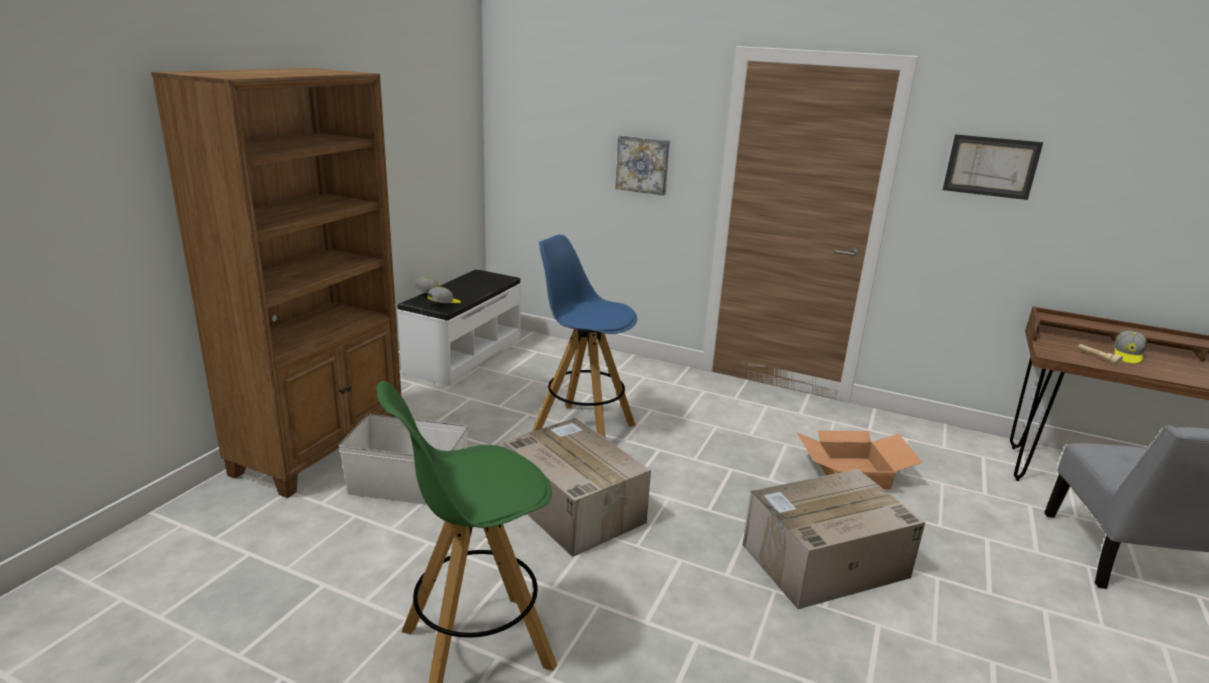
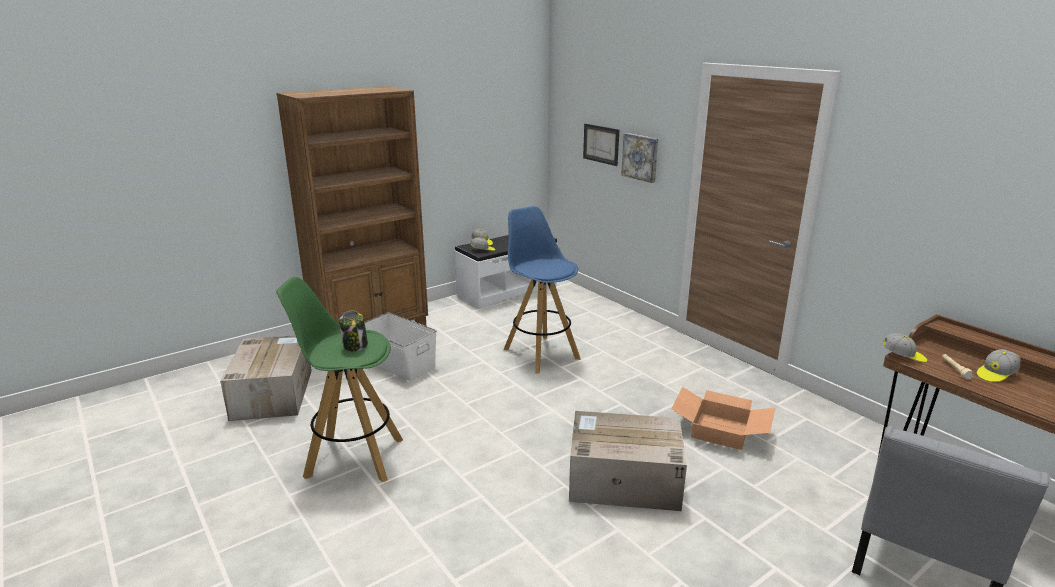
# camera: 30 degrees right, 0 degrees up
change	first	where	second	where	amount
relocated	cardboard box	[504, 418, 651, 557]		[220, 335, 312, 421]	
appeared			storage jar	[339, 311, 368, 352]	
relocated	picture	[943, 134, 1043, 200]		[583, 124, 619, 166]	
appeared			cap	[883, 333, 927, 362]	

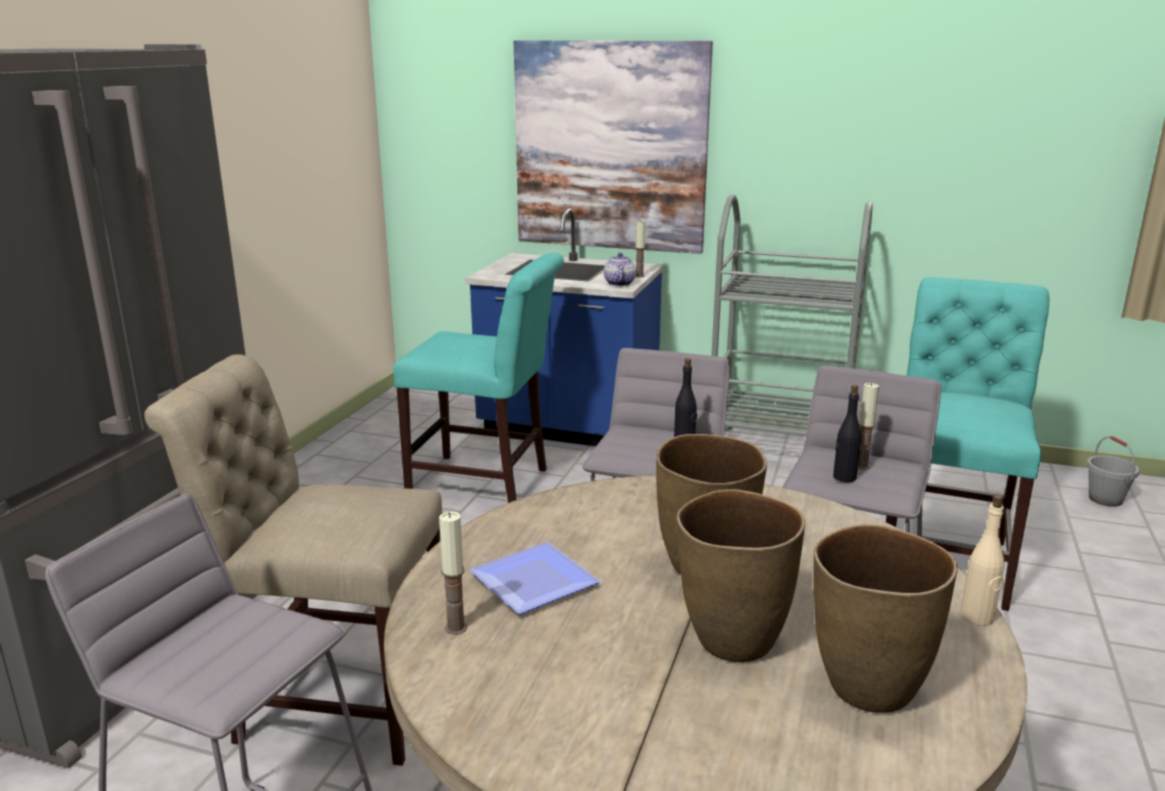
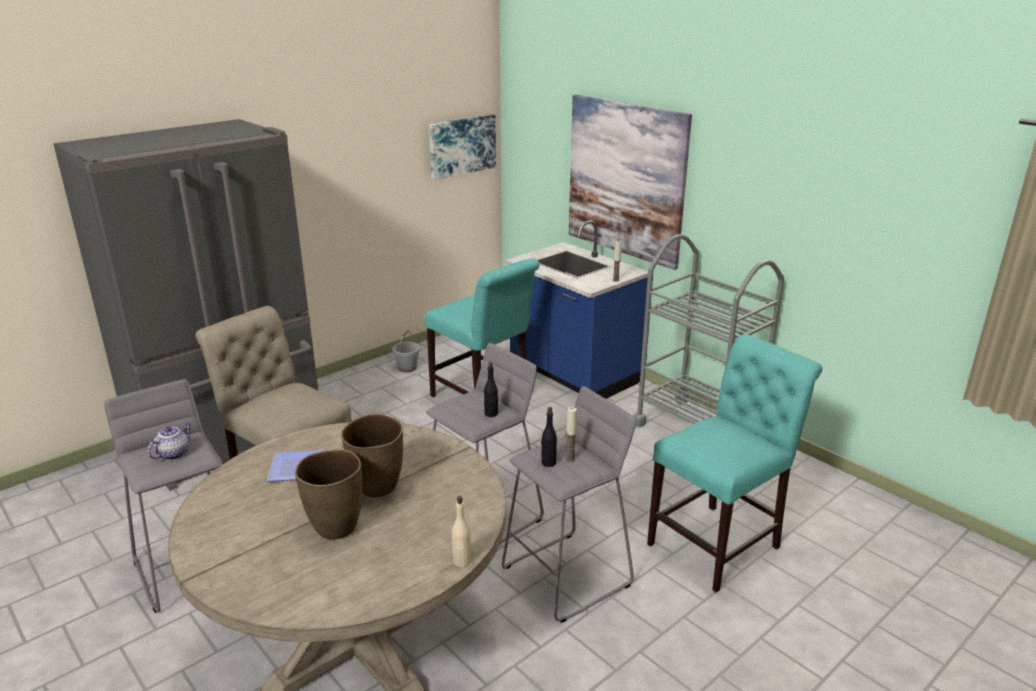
# camera: 30 degrees right, 5 degrees up
change	first	where	second	where	amount
relocated	pot for tea	[604, 253, 636, 286]		[147, 422, 191, 460]	
relocated	greyish bucket	[1087, 436, 1140, 507]		[392, 330, 420, 372]	
appeared			picture	[429, 115, 496, 180]	
missing	wax light	[439, 512, 467, 635]			
missing	brown flower vase	[813, 524, 958, 713]			

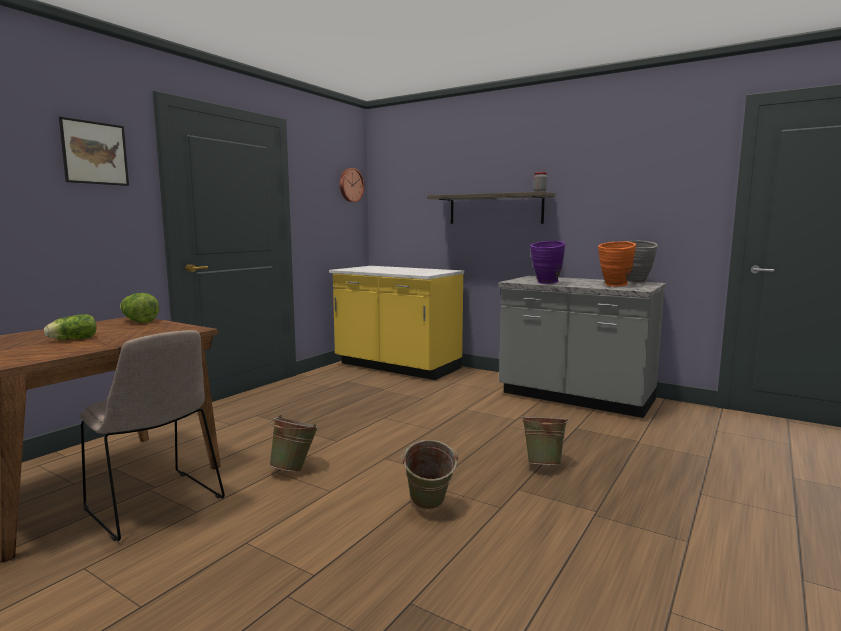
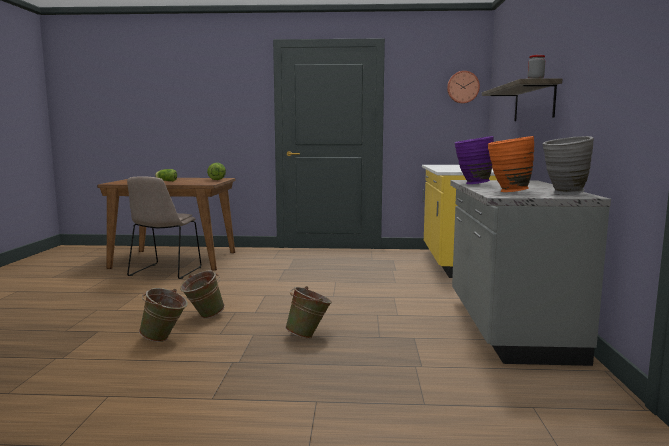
# camera: 60 degrees right, 0 degrees up
change	first	where	second	where	amount
relocated	green-coloured bucket	[269, 415, 319, 472]		[139, 288, 188, 342]	
missing	picture	[59, 117, 129, 186]			

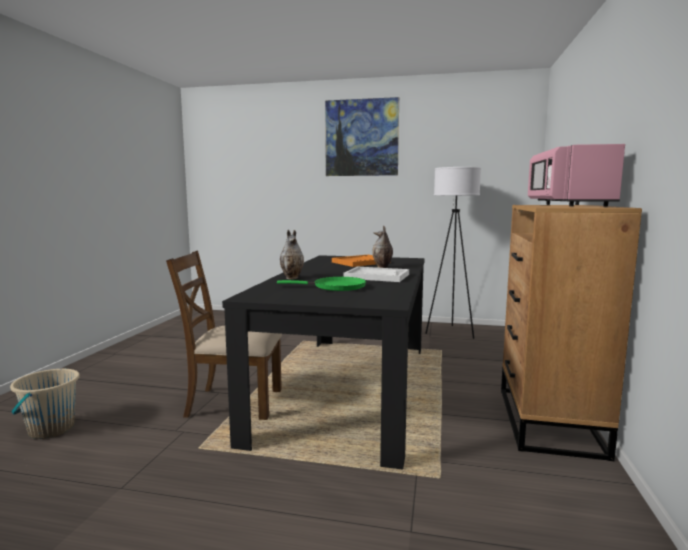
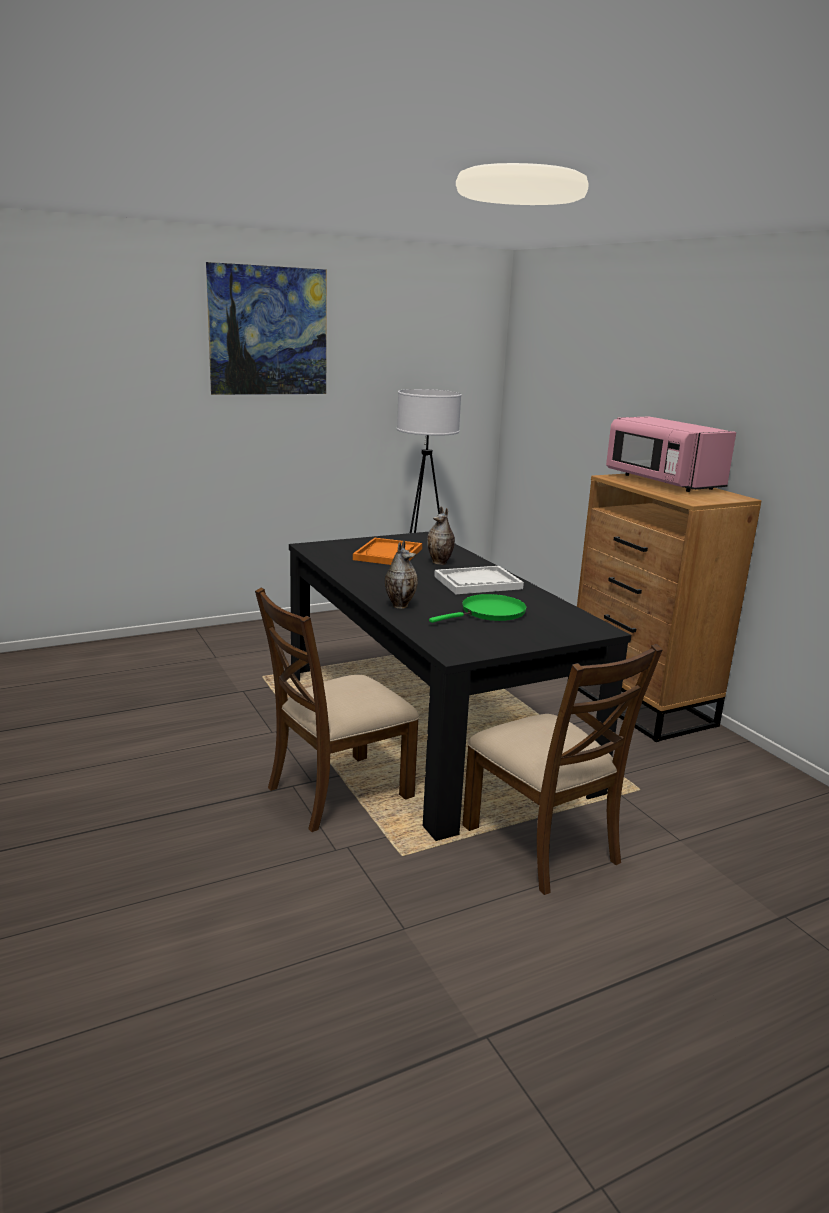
# camera: 40 degrees left, 10 degrees up
change	first	where	second	where	amount
appeared			brown upright chair	[462, 644, 662, 895]	
missing	beige bucket	[10, 368, 80, 439]			

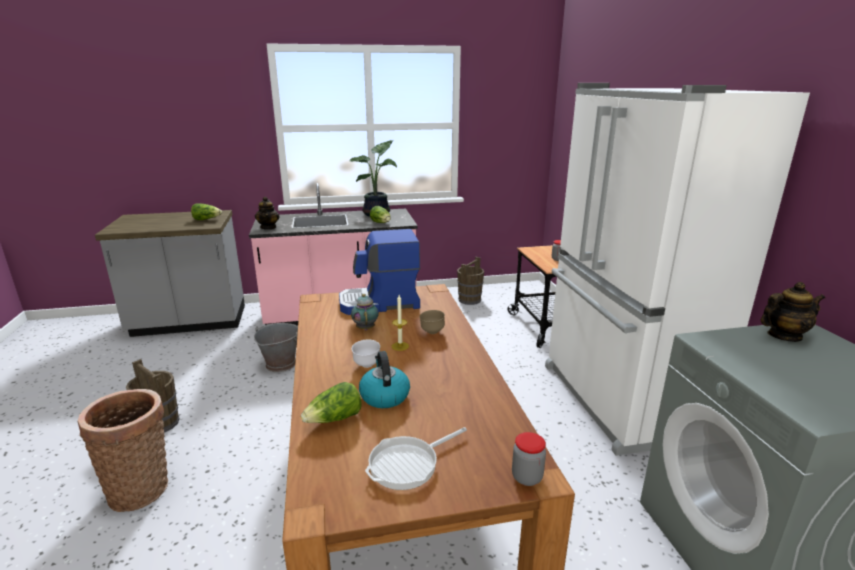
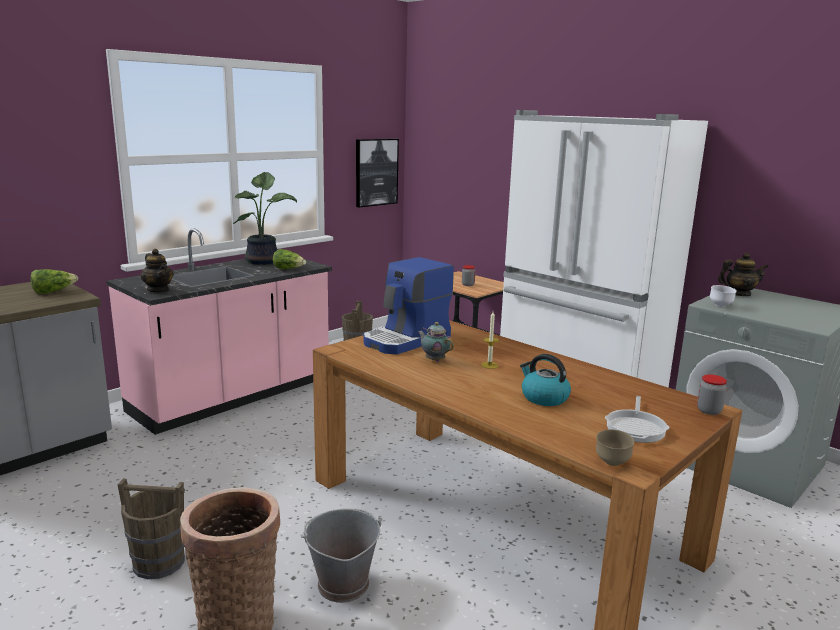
# camera: 35 degrees left, 5 degrees down
change	first	where	second	where	amount
relocated	greyish bucket	[254, 323, 298, 372]		[301, 508, 382, 603]	
appeared			picture	[356, 139, 399, 208]	
relocated	brown deep dish	[420, 310, 445, 334]		[596, 429, 634, 466]	
relocated	whitish deep dish	[352, 339, 380, 368]		[710, 285, 737, 307]	
spun	pot for tea	[761, 282, 825, 342]		[718, 253, 768, 296]	45 degrees clockwise
missing	lettuce	[301, 382, 362, 423]			

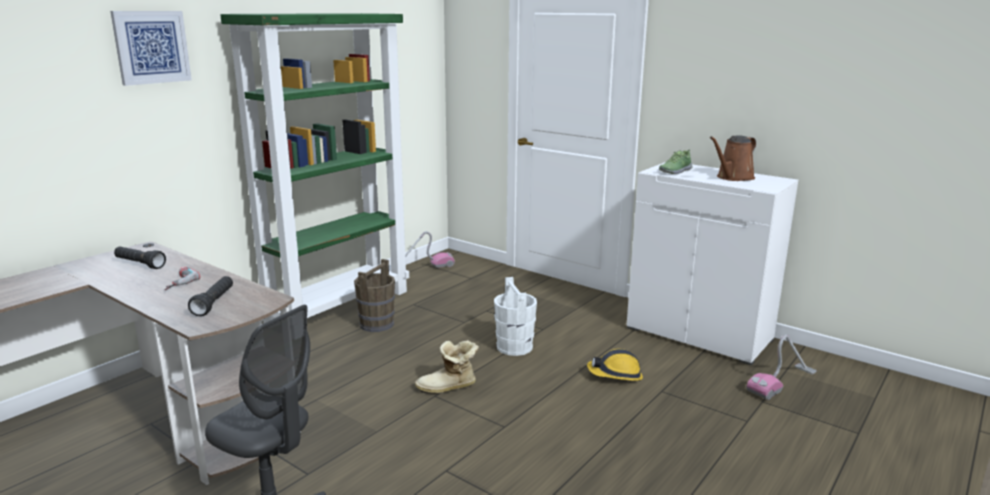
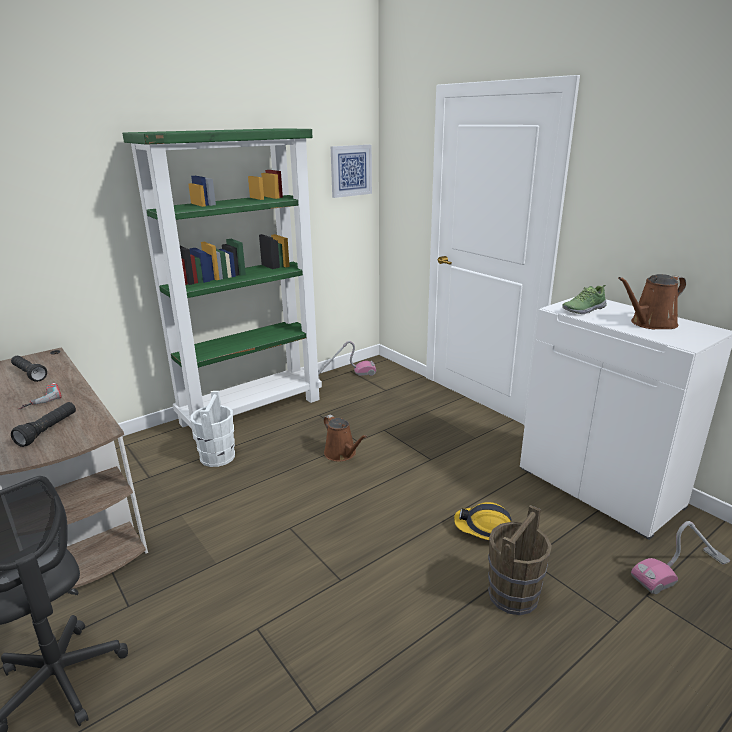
# camera: 15 degrees right, 5 degrees up
change	first	where	second	where	amount
relocated	whitish bucket	[494, 277, 537, 356]		[190, 391, 235, 467]	
appeared			brown watering can	[324, 415, 367, 461]	
relocated	picture	[110, 11, 192, 86]		[331, 145, 372, 198]	
relocated	brown bucket	[354, 259, 395, 332]		[488, 505, 552, 615]	
missing	high-top boot	[415, 340, 479, 394]			

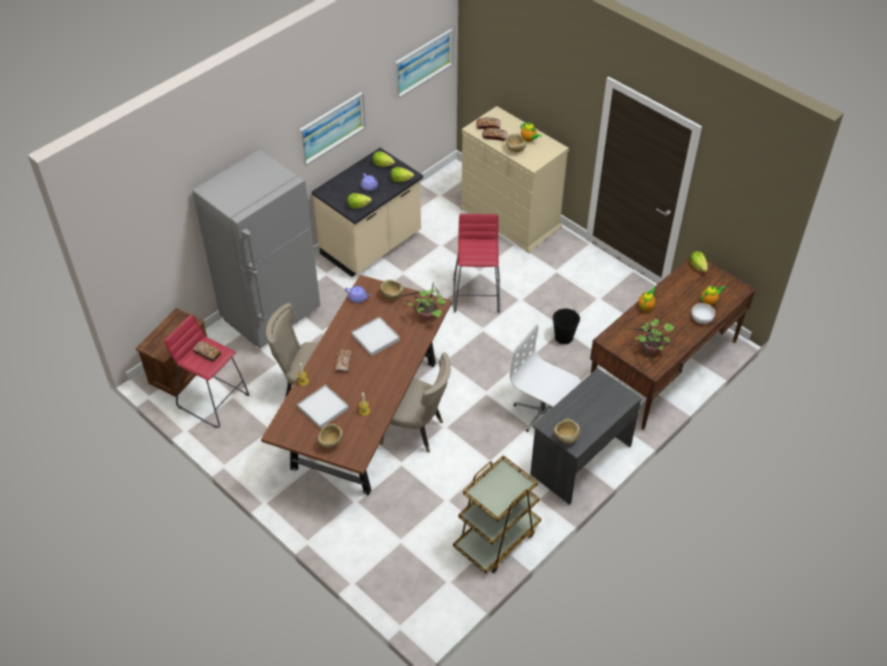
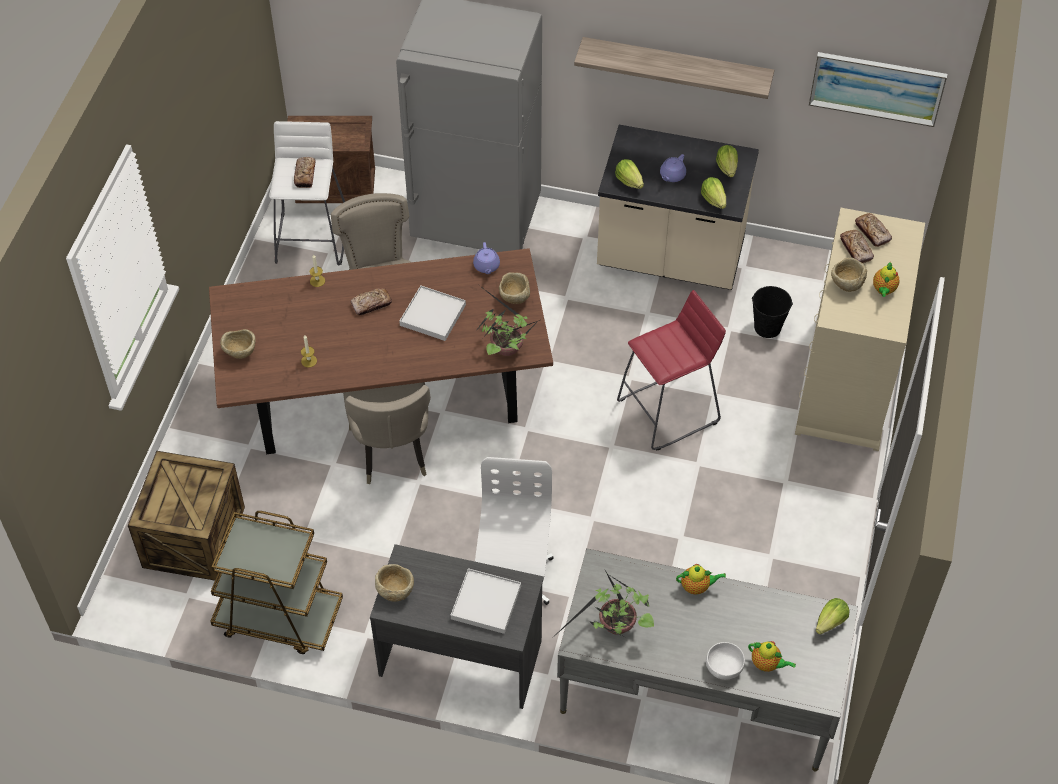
# camera: 60 degrees right, 5 degrees up
change	first	where	second	where	amount
appeared			packing crate	[128, 451, 245, 581]	
colour	red stool	[164, 314, 249, 428]	whitish stool	[269, 121, 345, 265]	
relocated	whitish carrying tray	[297, 385, 349, 429]		[451, 568, 521, 634]	
colour	brown desk unit	[590, 257, 756, 430]	greyish desk unit	[557, 548, 858, 771]	
exchanged	picture	[299, 92, 365, 165]	wall shelf	[574, 37, 774, 99]	
relocated	black-coloured bucket	[553, 309, 580, 344]		[752, 286, 793, 338]	

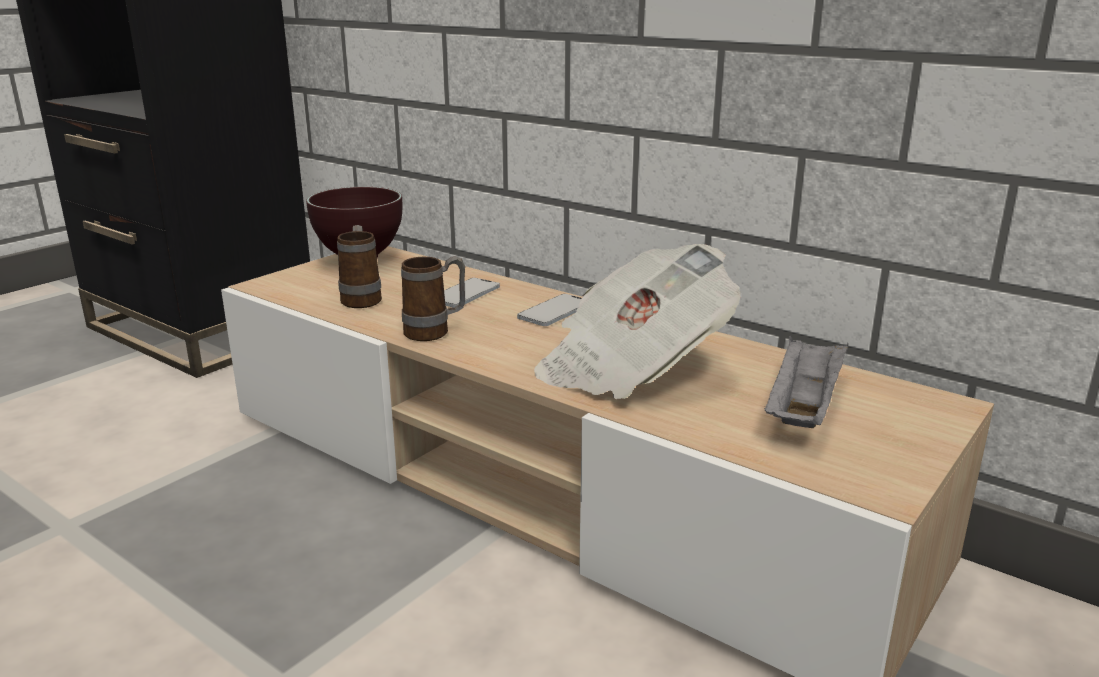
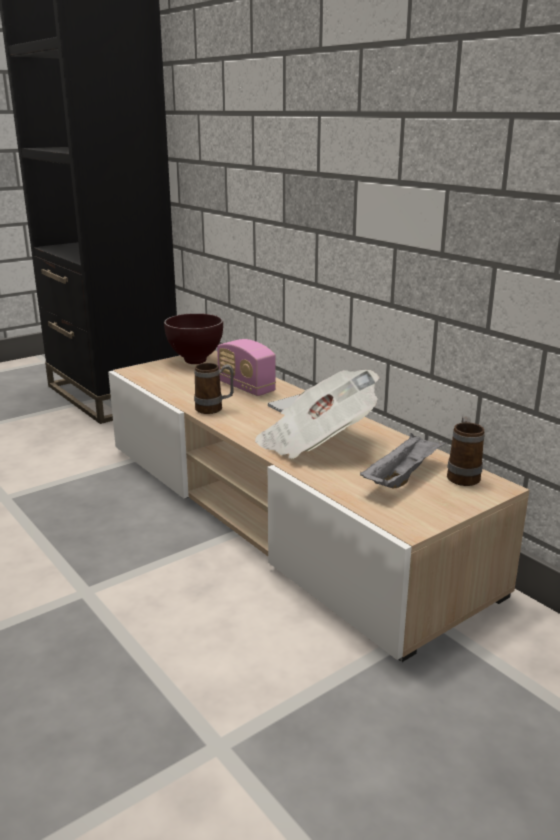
# camera: 15 degrees right, 0 degrees up
change	first	where	second	where	amount
exchanged	handset	[444, 278, 500, 307]	radio	[217, 339, 276, 396]	
relocated	tea mug	[337, 225, 382, 308]		[447, 416, 485, 486]	

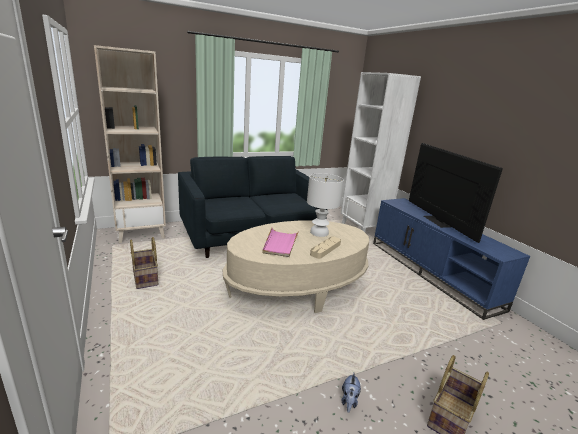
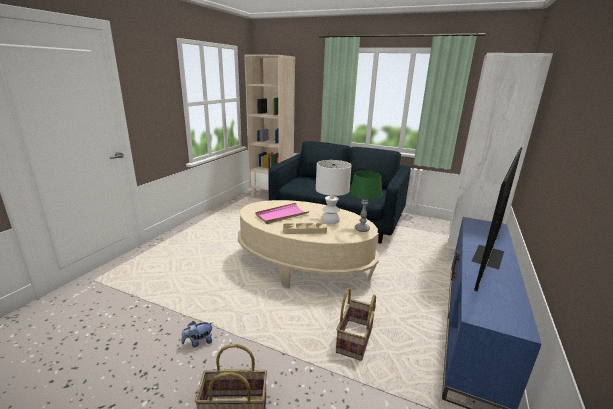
# camera: 50 degrees right, 0 degrees up
change	first	where	second	where	amount
relocated	household basket	[130, 237, 159, 289]		[336, 288, 376, 361]	
appeared			green-coloured table lamp	[349, 171, 382, 232]	

